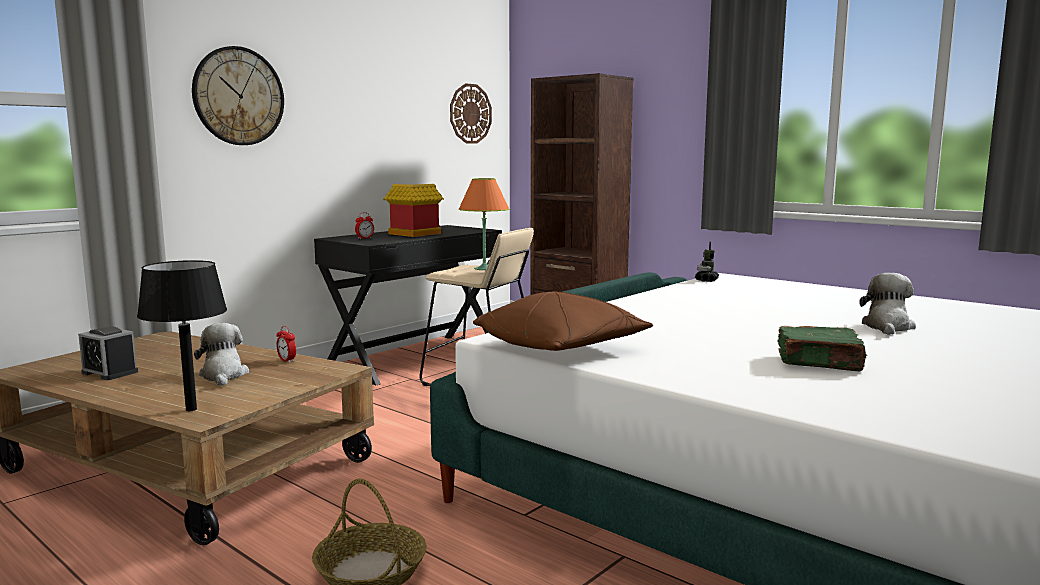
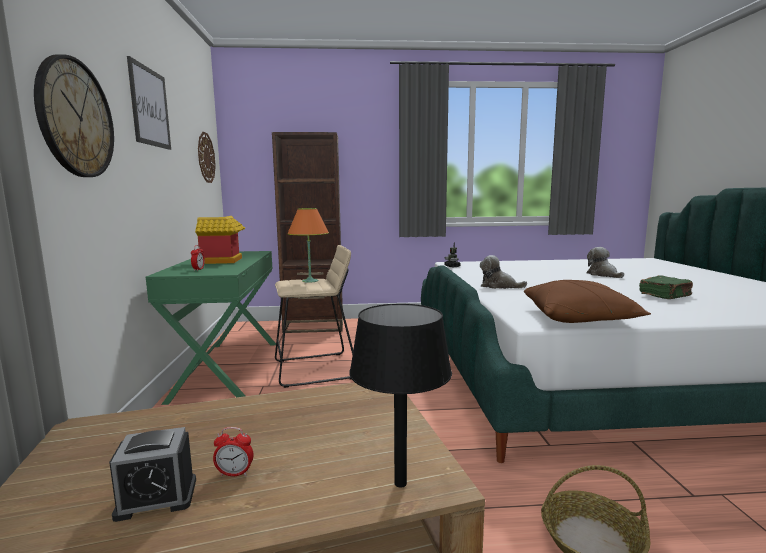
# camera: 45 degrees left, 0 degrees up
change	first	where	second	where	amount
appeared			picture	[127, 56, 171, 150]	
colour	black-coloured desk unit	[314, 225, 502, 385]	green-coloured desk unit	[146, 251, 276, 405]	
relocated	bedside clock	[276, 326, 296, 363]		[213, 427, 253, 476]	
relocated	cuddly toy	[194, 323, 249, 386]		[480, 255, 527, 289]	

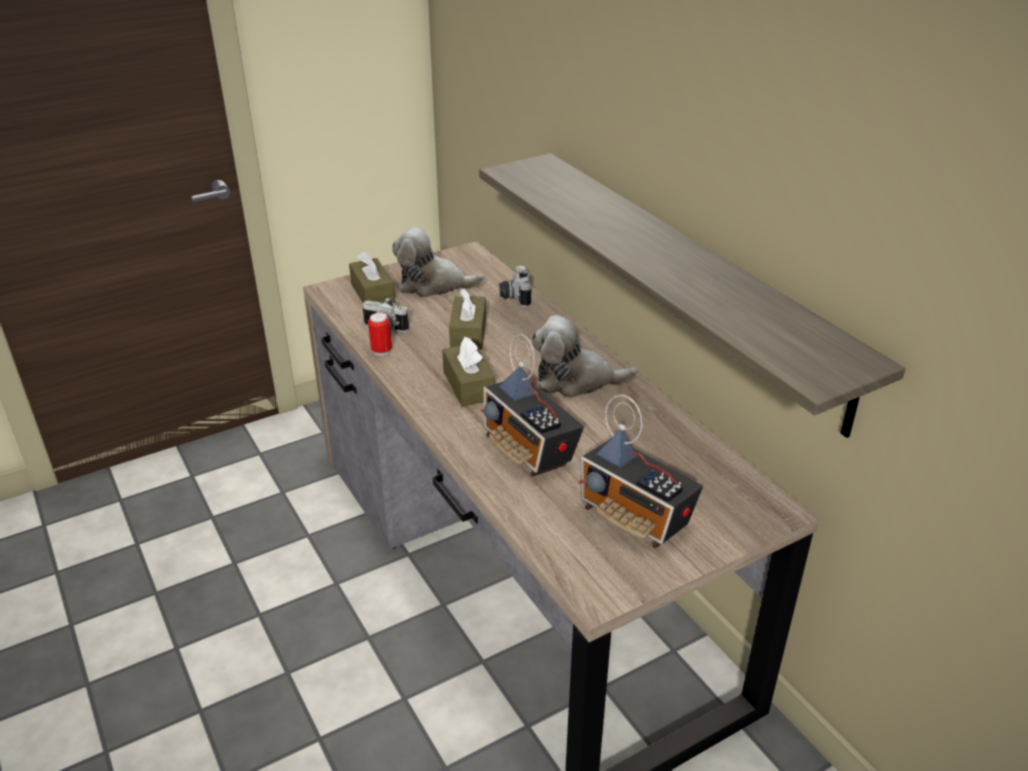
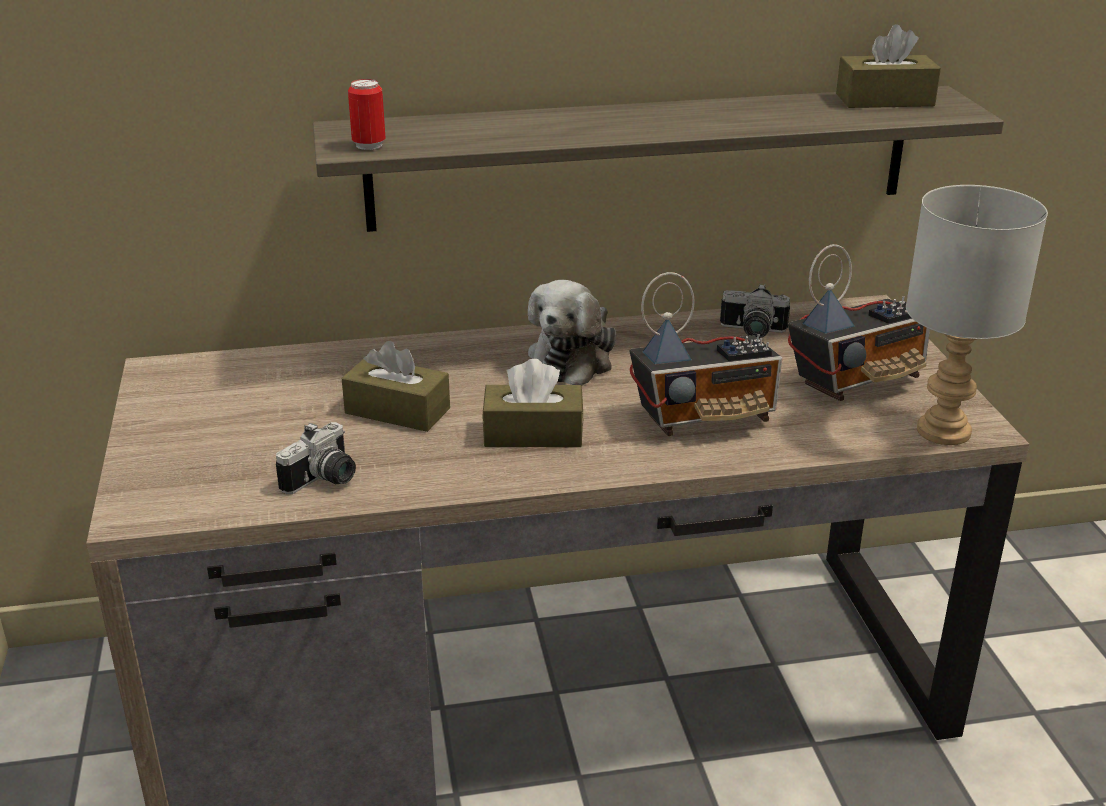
# camera: 70 degrees left, 5 degrees down
change	first	where	second	where	amount
relocated	can	[368, 312, 392, 356]		[348, 79, 386, 150]	
relocated	photo camera	[499, 265, 531, 307]		[720, 284, 790, 338]	
relocated	brown box of tissues	[349, 251, 395, 303]		[836, 24, 941, 108]	
appeared			greyish table lamp	[906, 185, 1048, 445]	
missing	cuddly toy	[392, 227, 485, 298]			

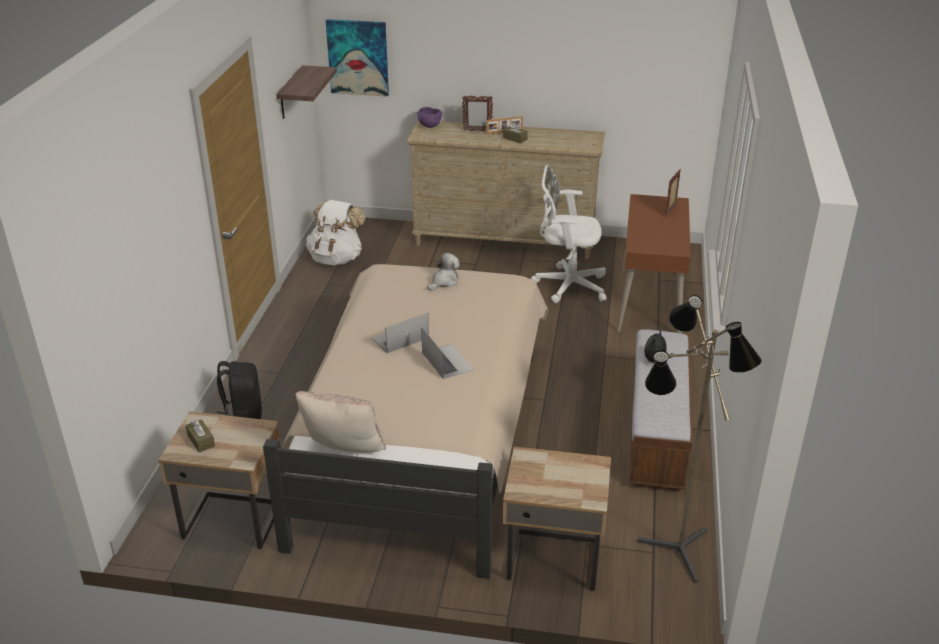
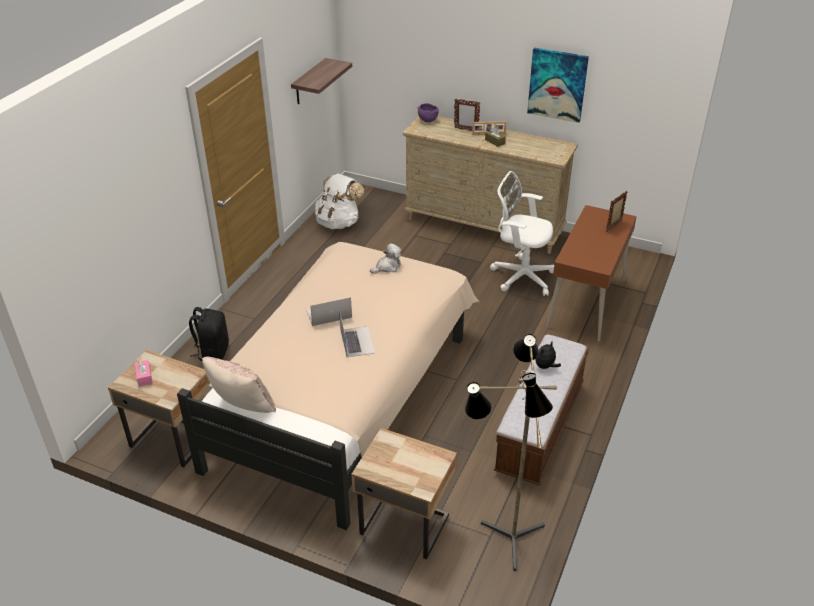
# camera: 15 degrees right, 5 degrees up
change	first	where	second	where	amount
colour	brown box of tissues	[186, 419, 215, 452]	pink box of tissues	[135, 360, 153, 387]	
relocated	picture	[326, 19, 389, 97]		[527, 47, 589, 123]	

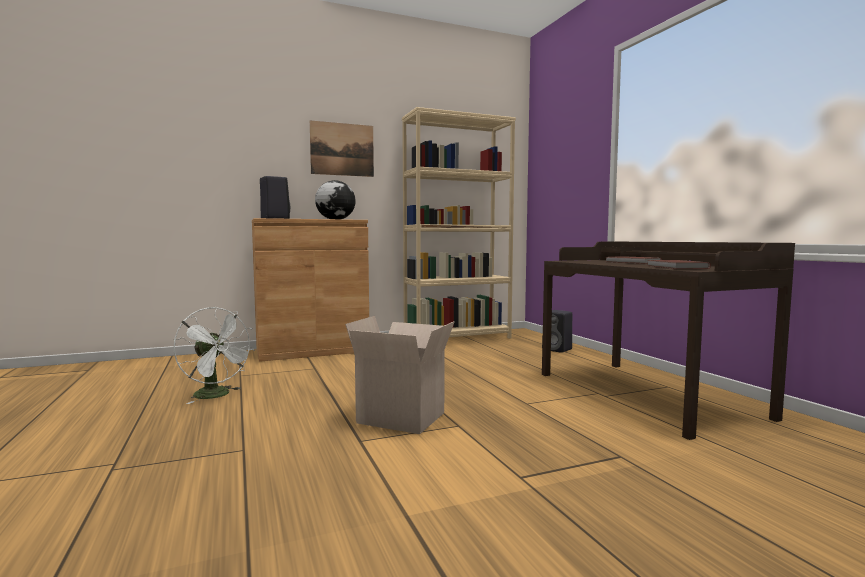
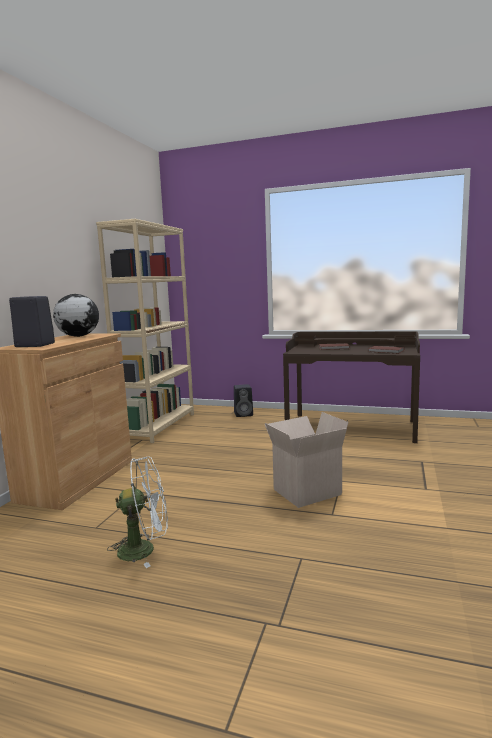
# camera: 50 degrees left, 5 degrees up
change	first	where	second	where	amount
missing	picture	[310, 120, 374, 177]			

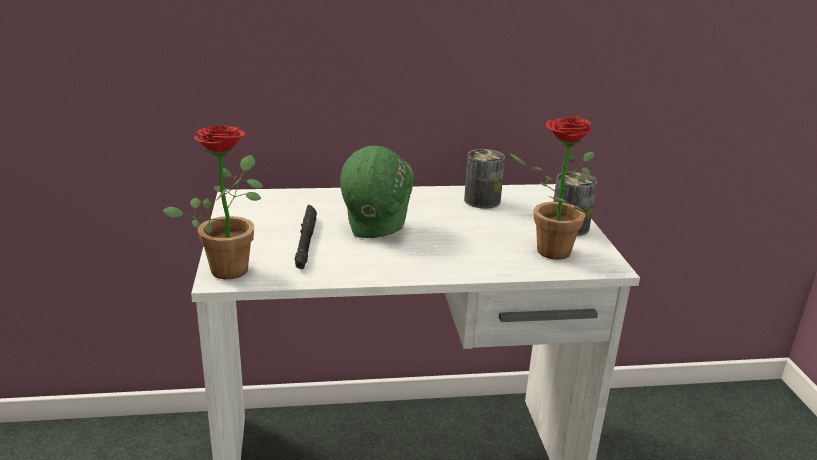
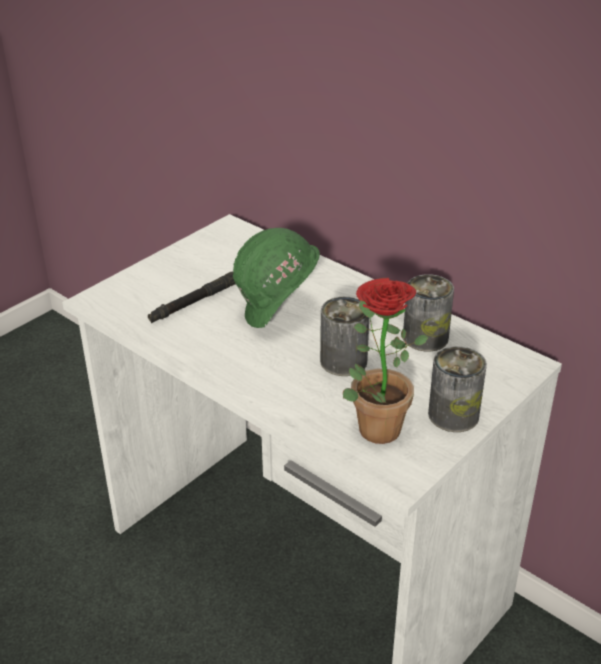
# camera: 50 degrees right, 10 degrees up
change	first	where	second	where	amount
appeared			can	[320, 296, 369, 376]	
missing	houseplant	[162, 126, 263, 279]			

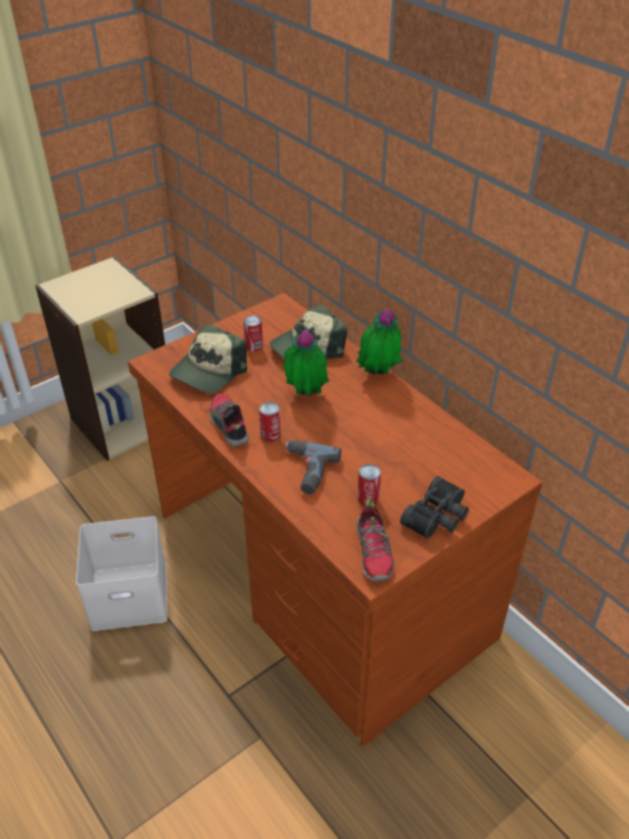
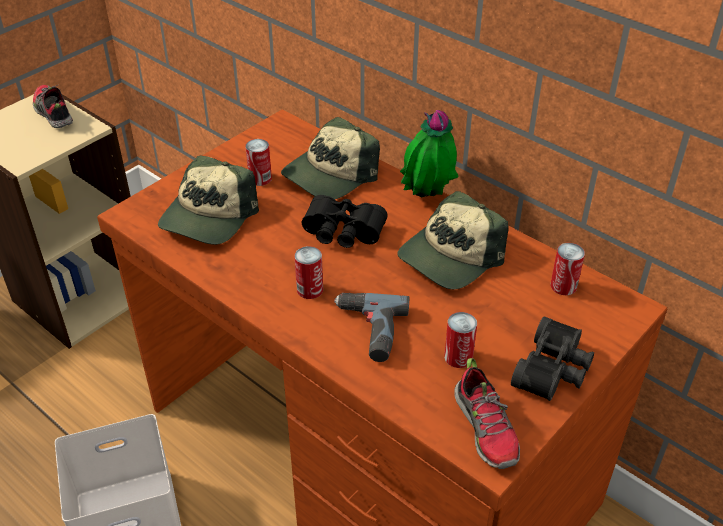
# camera: 10 degrees left, 0 degrees up
change	first	where	second	where	amount
relocated	item of footwear	[210, 393, 249, 446]		[33, 85, 73, 128]	
exchanged	houseplant	[283, 327, 329, 396]	black-coloured field glasses	[302, 195, 388, 248]	
appeared			cap	[397, 191, 509, 289]	
appeared			can	[551, 243, 585, 295]	

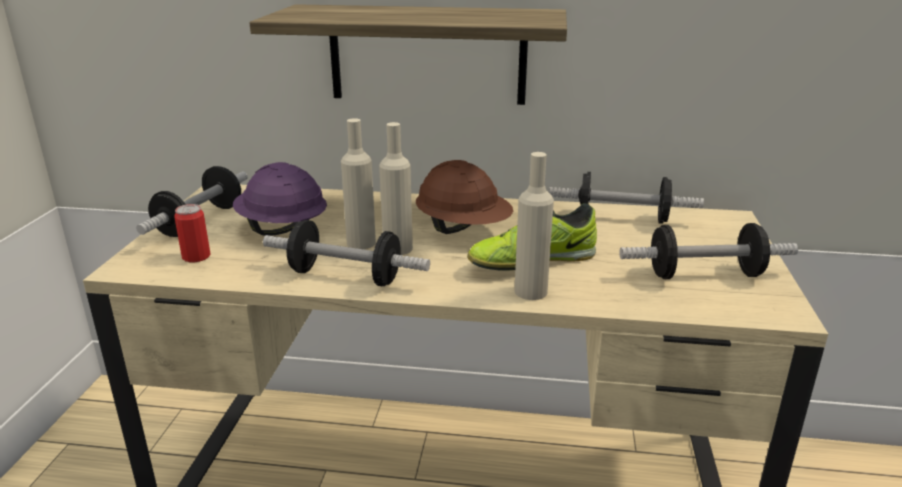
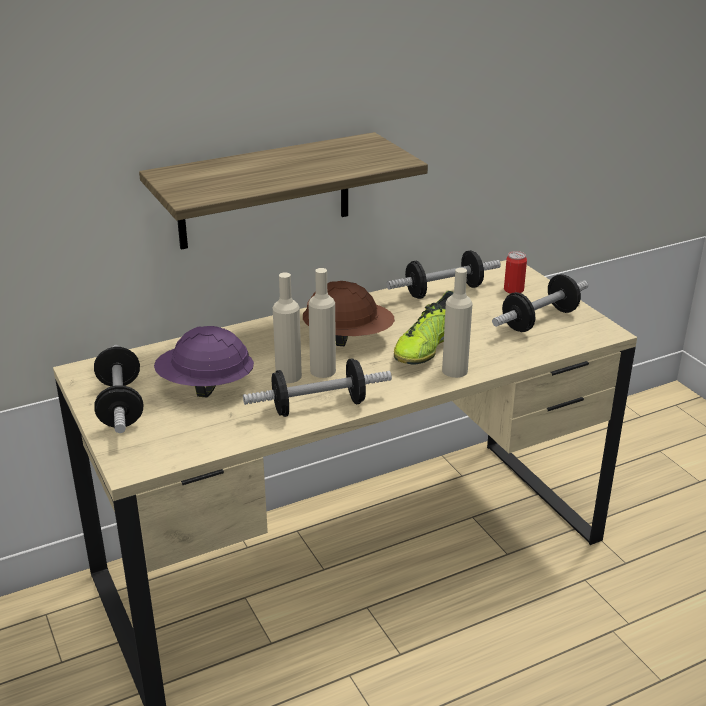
# camera: 35 degrees left, 5 degrees up
change	first	where	second	where	amount
relocated	can	[174, 204, 211, 262]		[504, 251, 527, 294]	

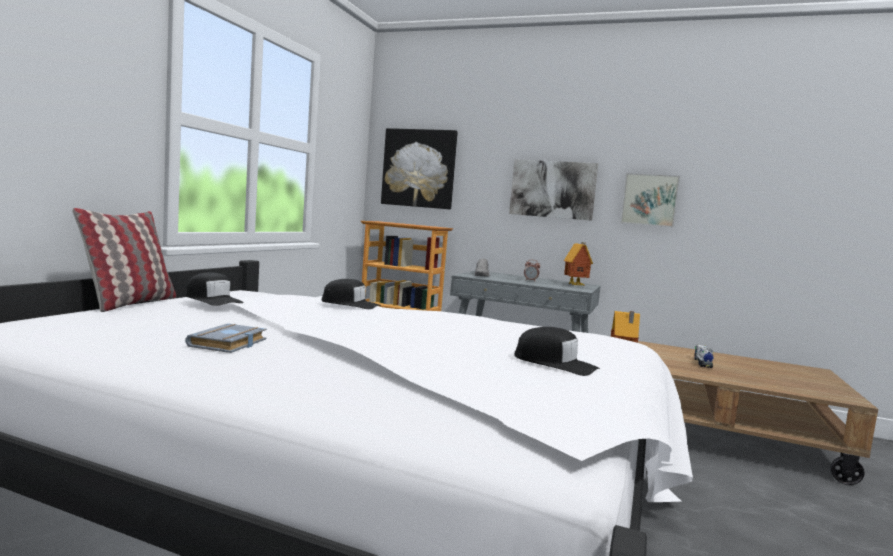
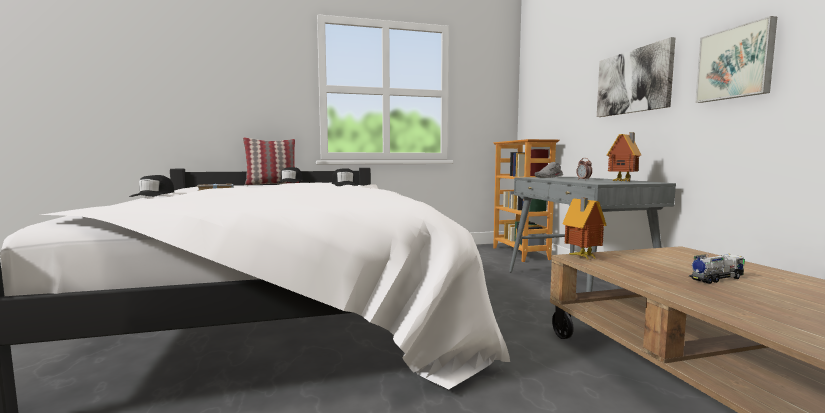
# camera: 55 degrees right, 0 degrees up
change	first	where	second	where	amount
relocated	black-coloured cap	[514, 327, 600, 376]		[129, 175, 174, 197]	
missing	picture	[381, 128, 458, 209]			

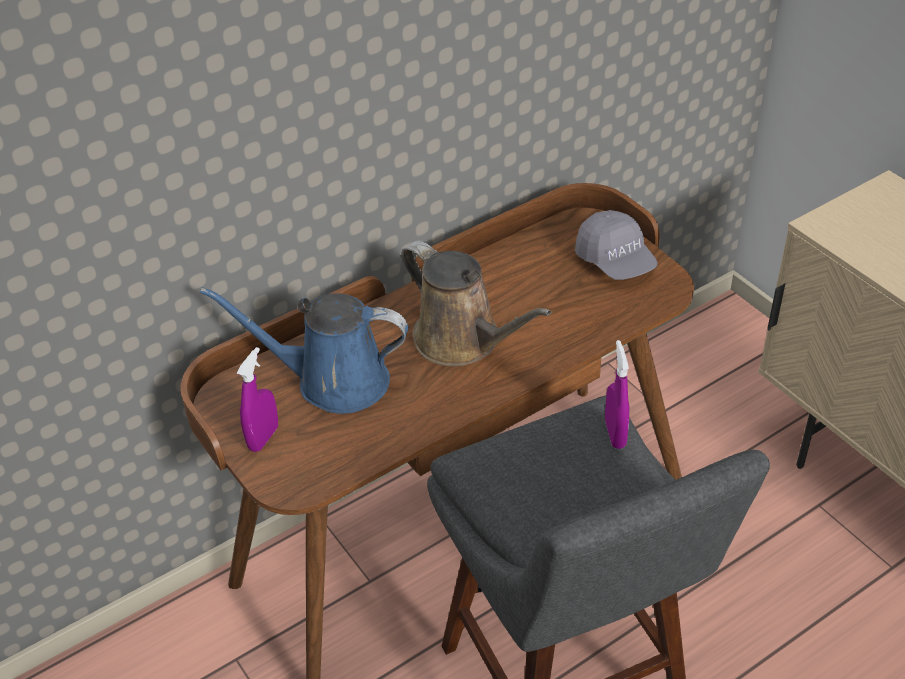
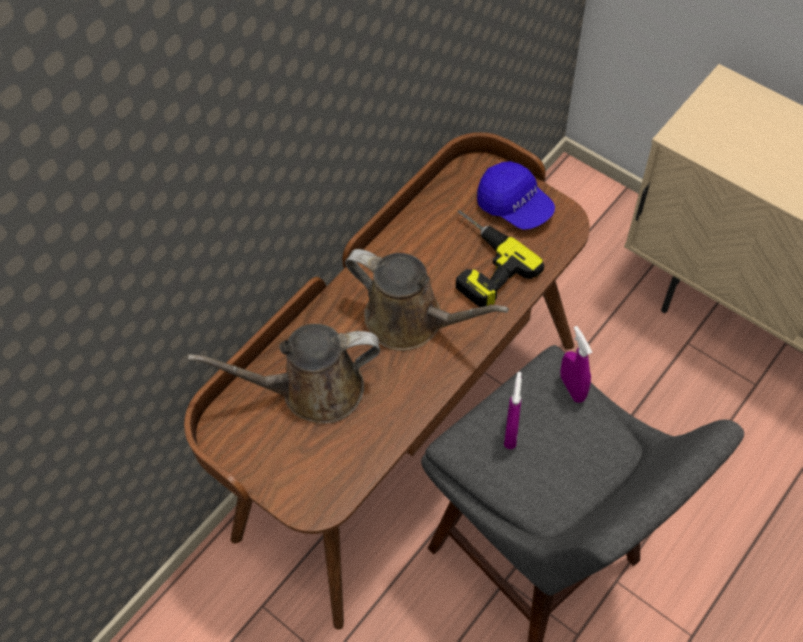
# camera: 15 degrees left, 15 degrees up
change	first	where	second	where	amount
colour	blue watering can	[200, 287, 408, 414]	brown watering can	[188, 324, 380, 424]	
appeared			electric drill	[456, 210, 544, 307]	
colour	greyish cap	[575, 210, 658, 280]	blue cap	[477, 161, 555, 230]	
relocated	purple hand sprayer	[237, 347, 278, 452]		[504, 372, 522, 449]	

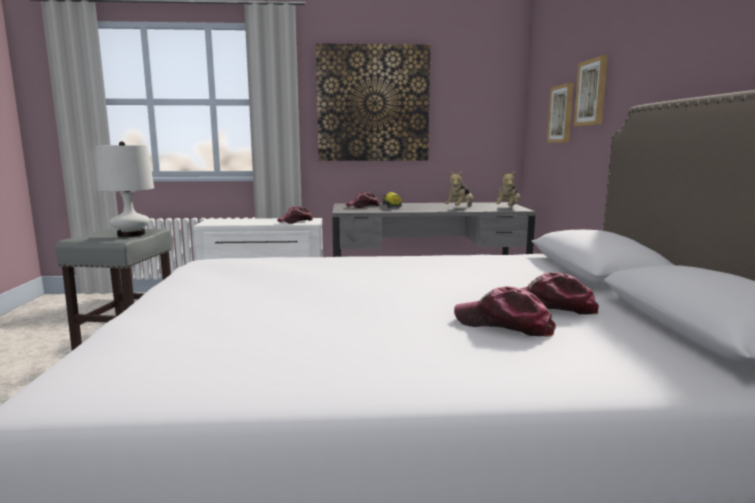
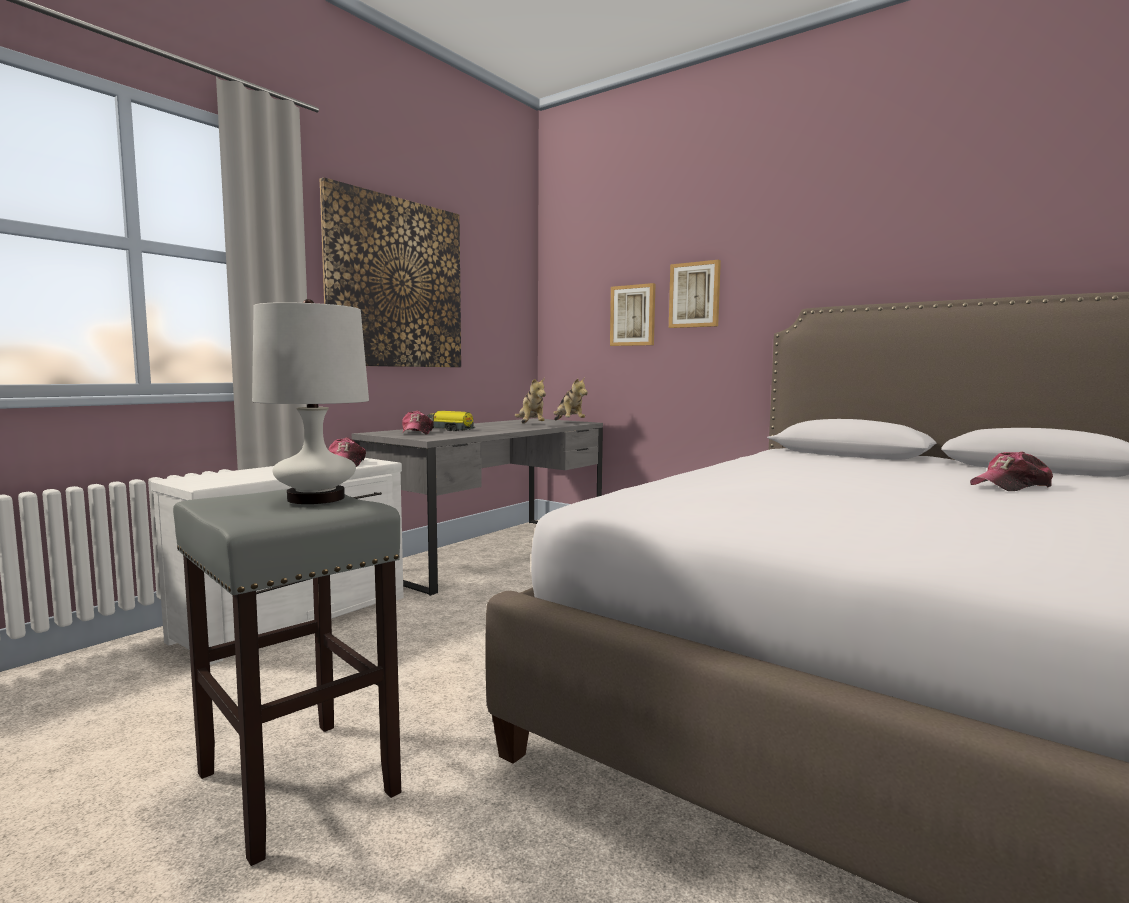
# camera: 50 degrees left, 5 degrees down
change	first	where	second	where	amount
missing	cap	[519, 272, 599, 315]			

